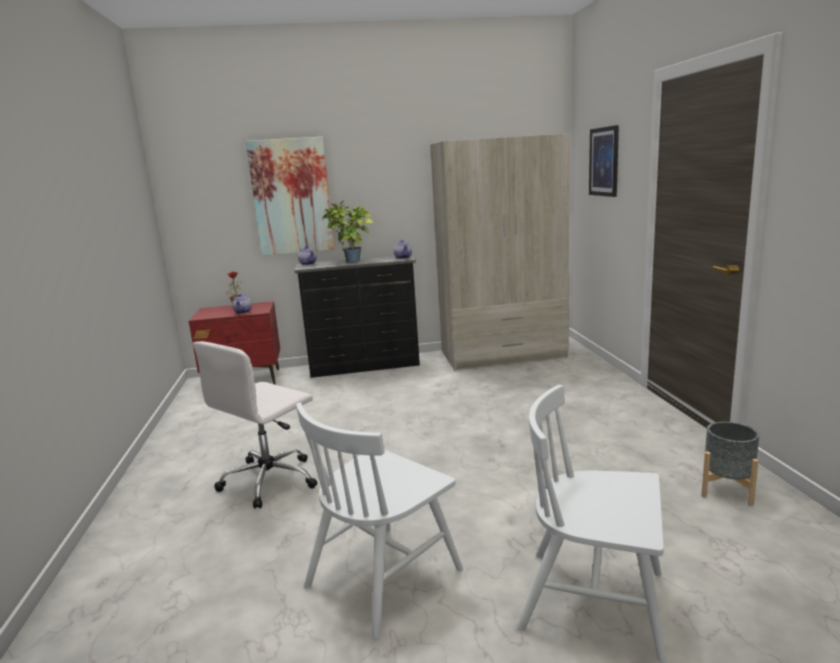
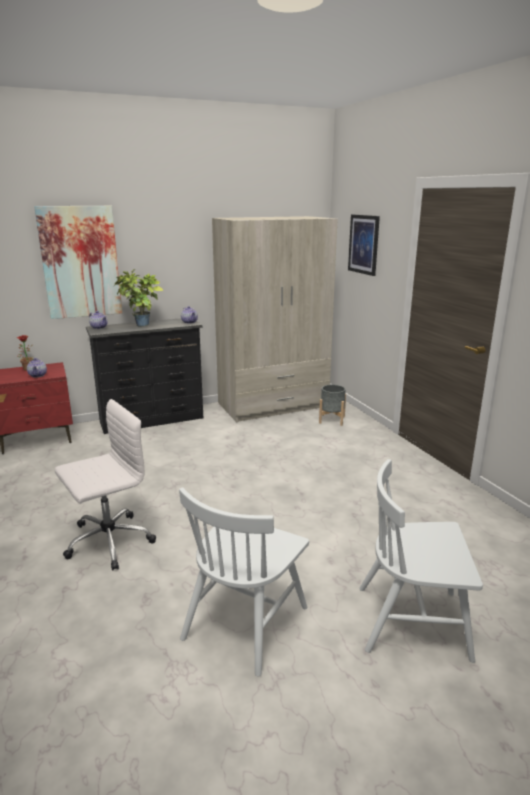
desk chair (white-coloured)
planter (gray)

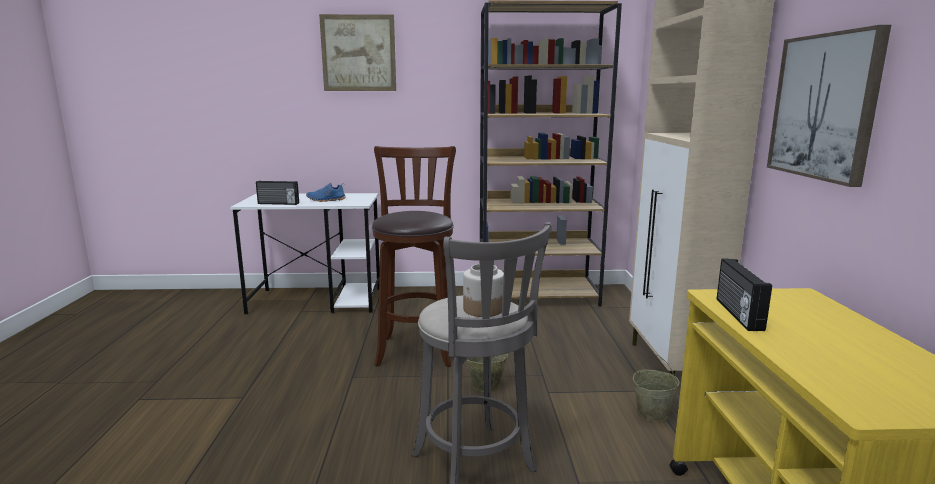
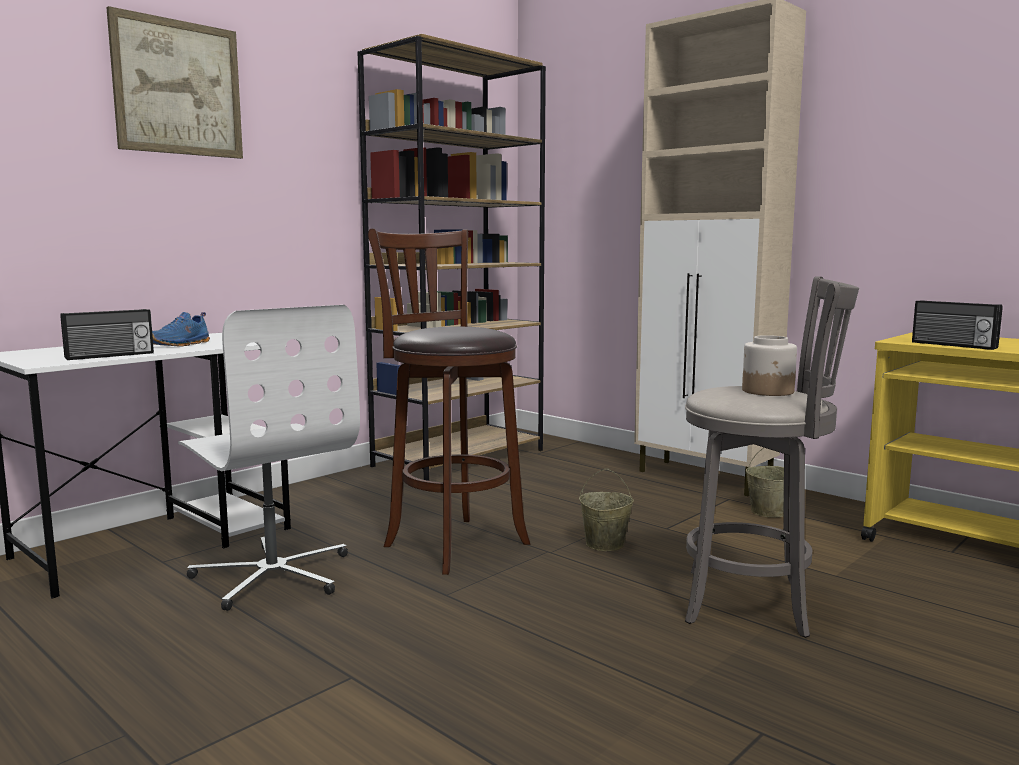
wall picture (no. 2 from left in the first image)
desk chair (white-coloured)

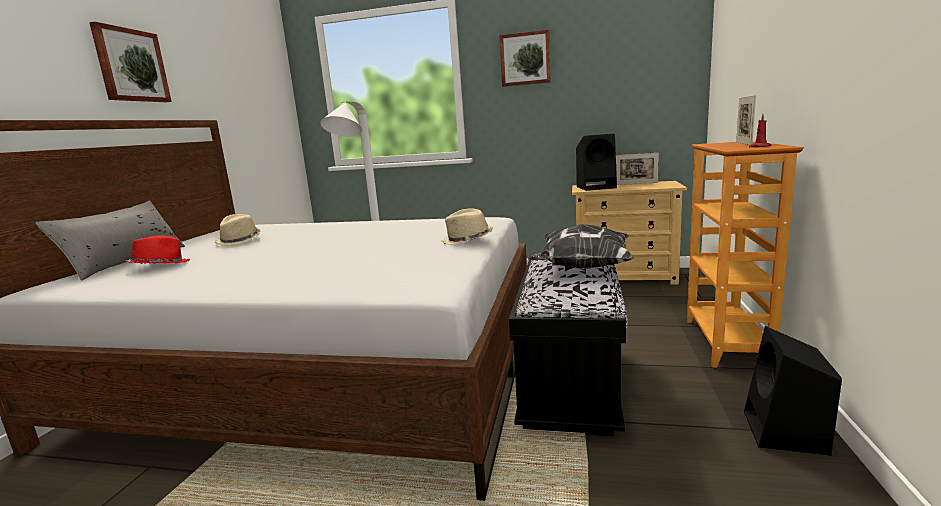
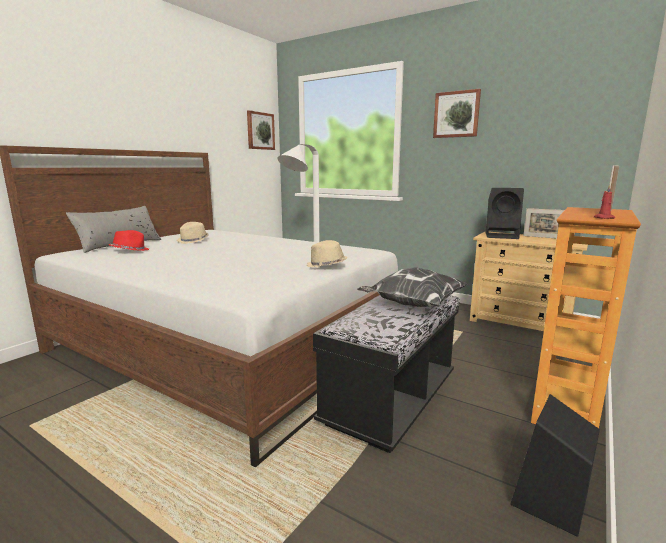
wall picture (no. 1 from left)

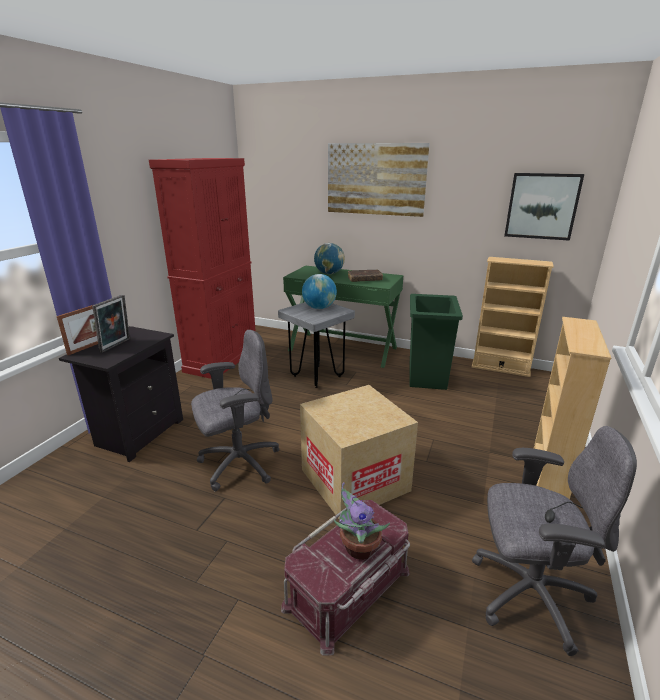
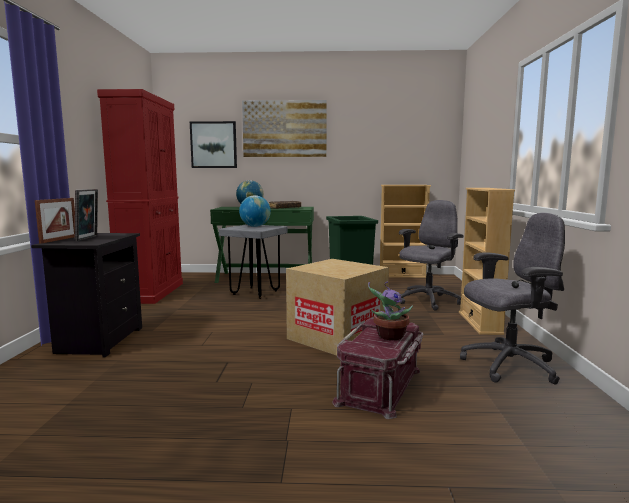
desk chair (gray) (no. 1 from left)
wall picture (no. 1 from left)

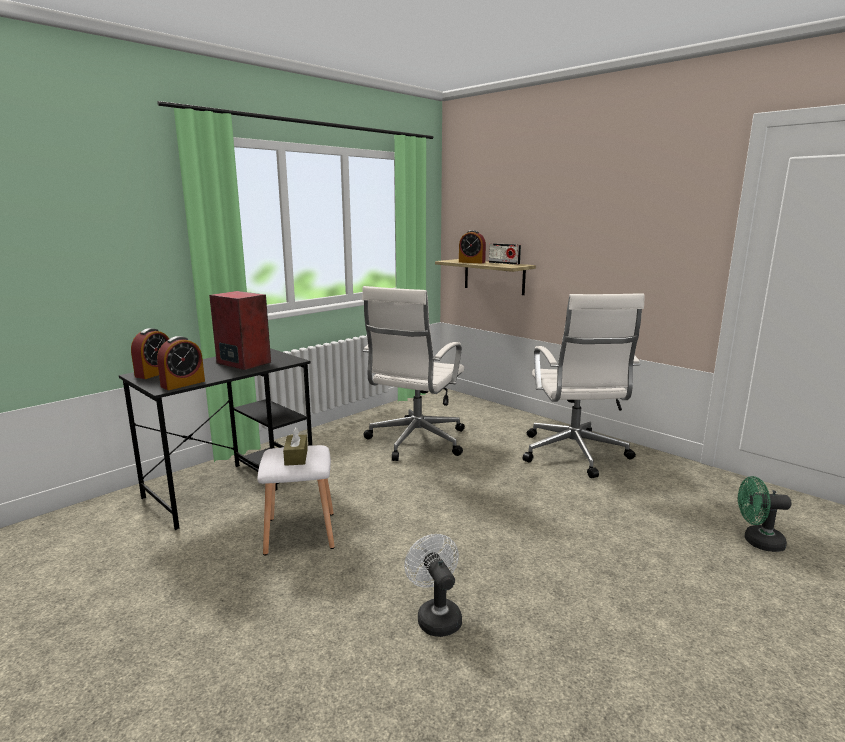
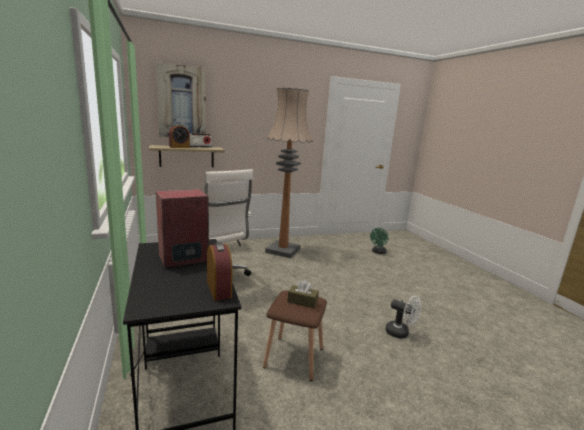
alarm clock (no. 1 from left in the first image)
stool seat (brownish)
electric fan (white-coloured)
standard lamp
wall picture

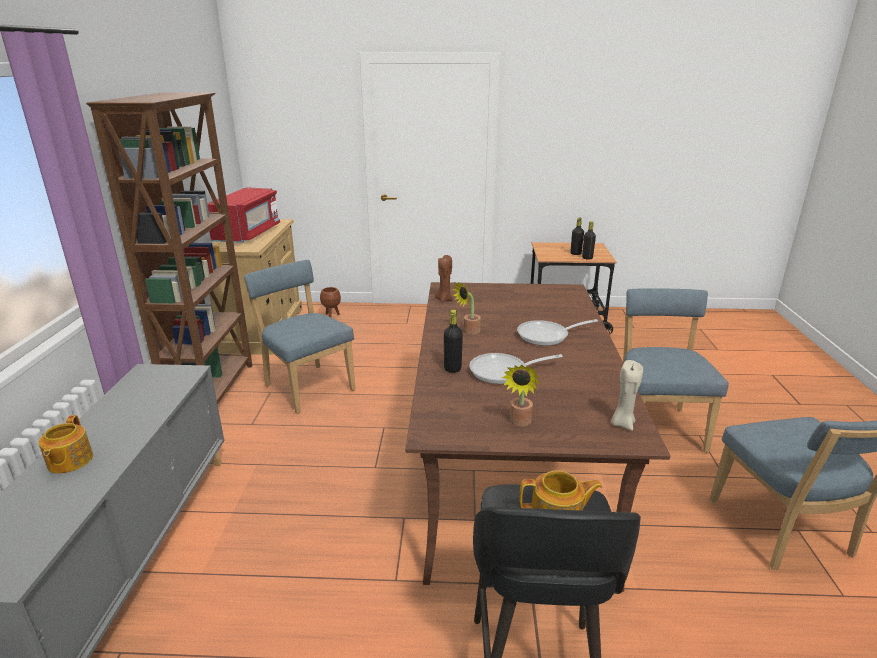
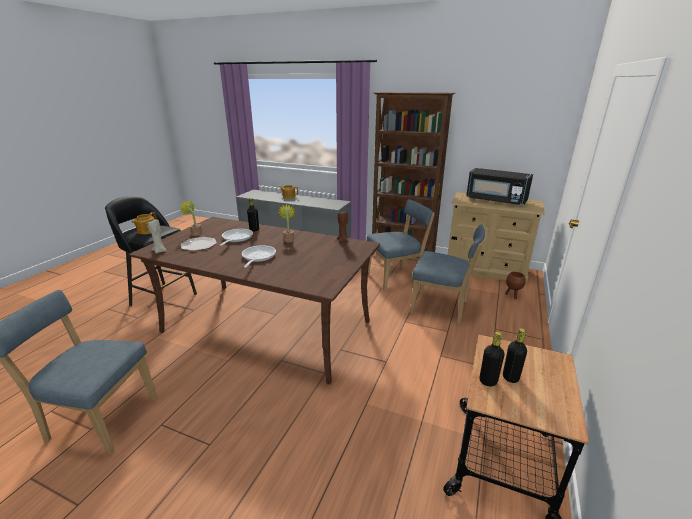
microwave (blackish)
upright chair (blue-coloured) (no. 3 from left)
plate

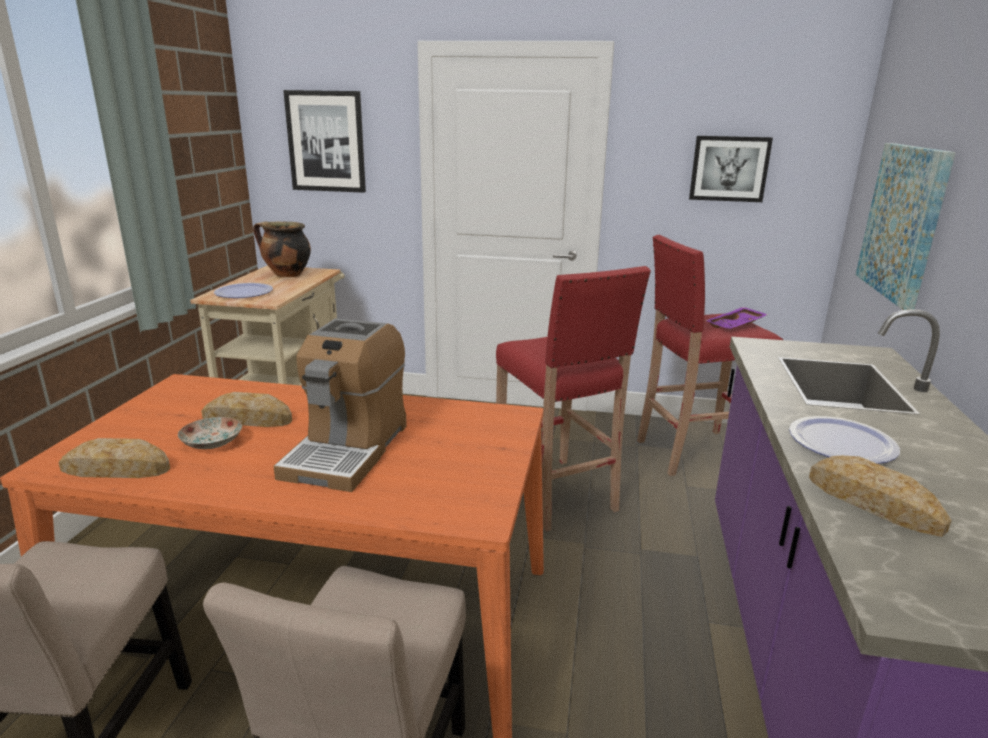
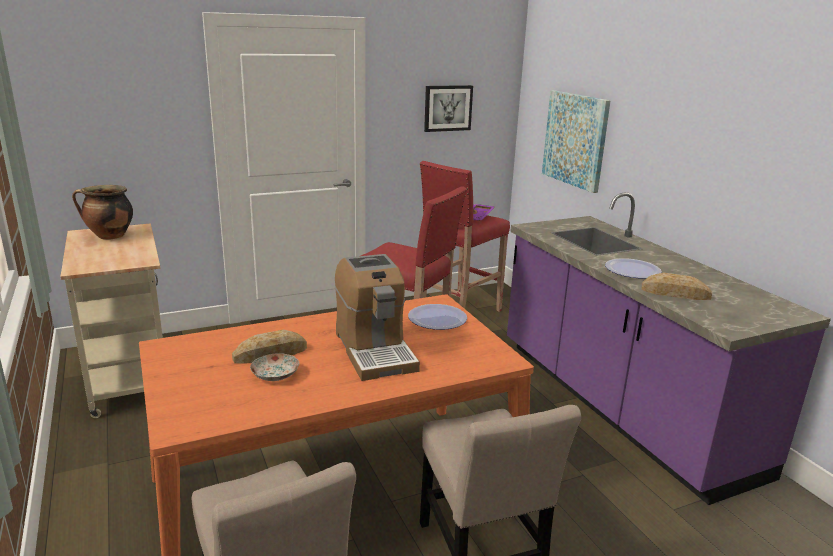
bread (no. 1 from left in the first image)
plate (no. 2 from left)
wall picture (no. 1 from left in the first image)

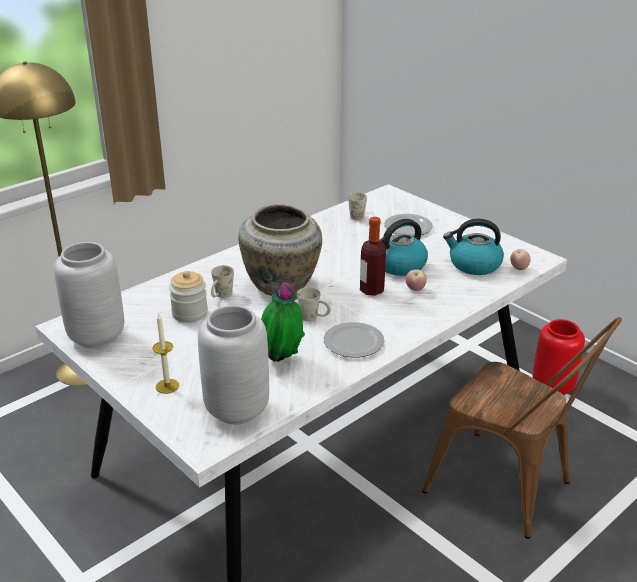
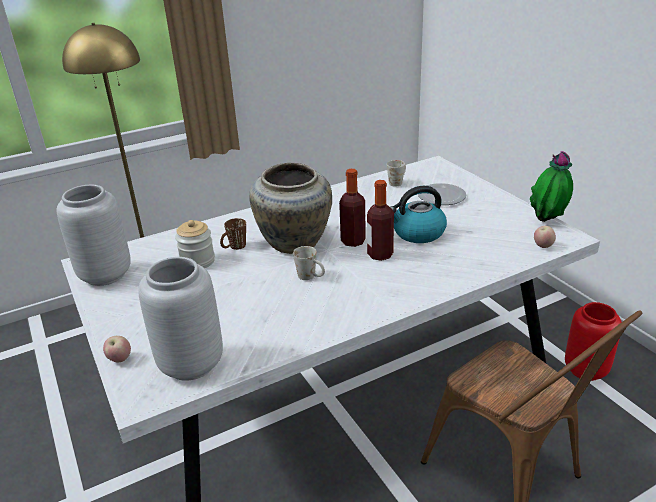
wax light
mug (brownish)
potted plant
plate (no. 1 from left in the first image)
whole apple (no. 1 from left)
water kettle (no. 2 from left in the first image)
bottle (no. 1 from left)

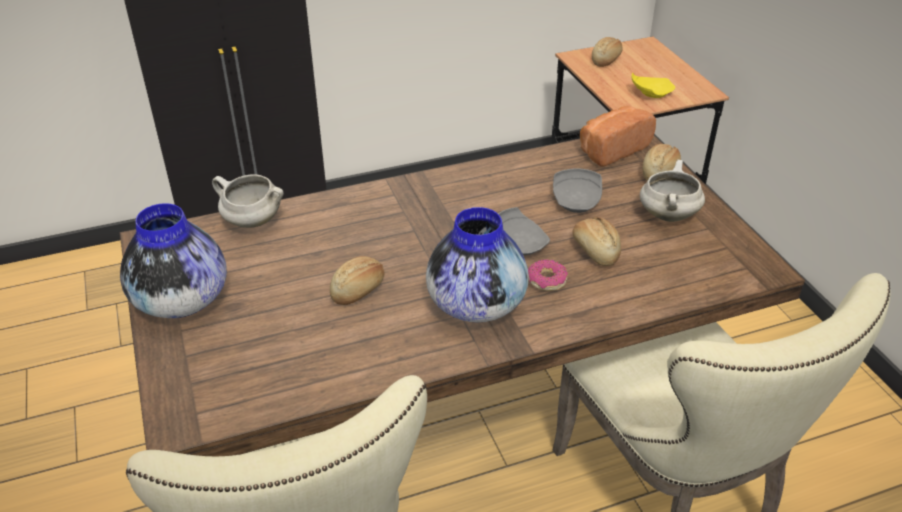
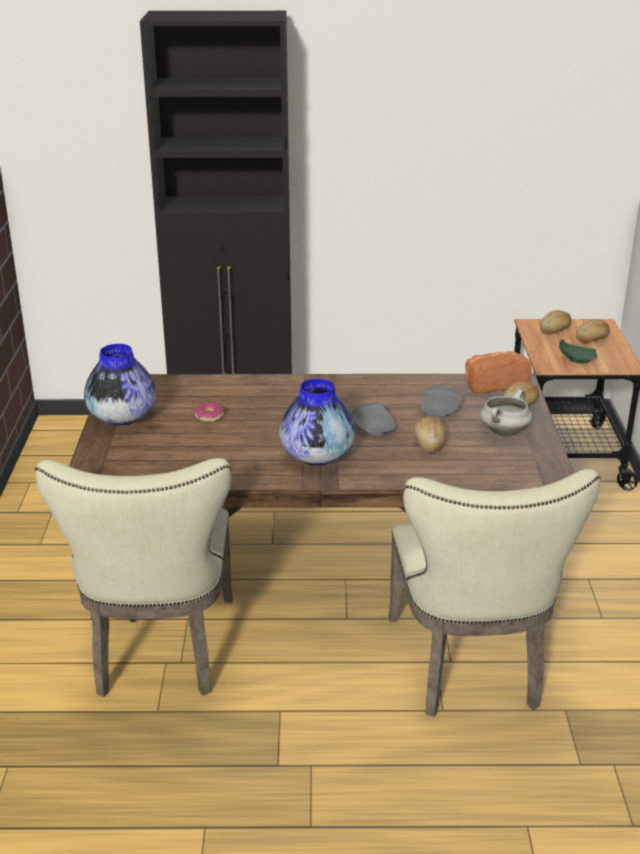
saucepot (white-coloured) (no. 1 from left in the first image)
bread (no. 5 from left)
doughnut
plate (green-coloured)

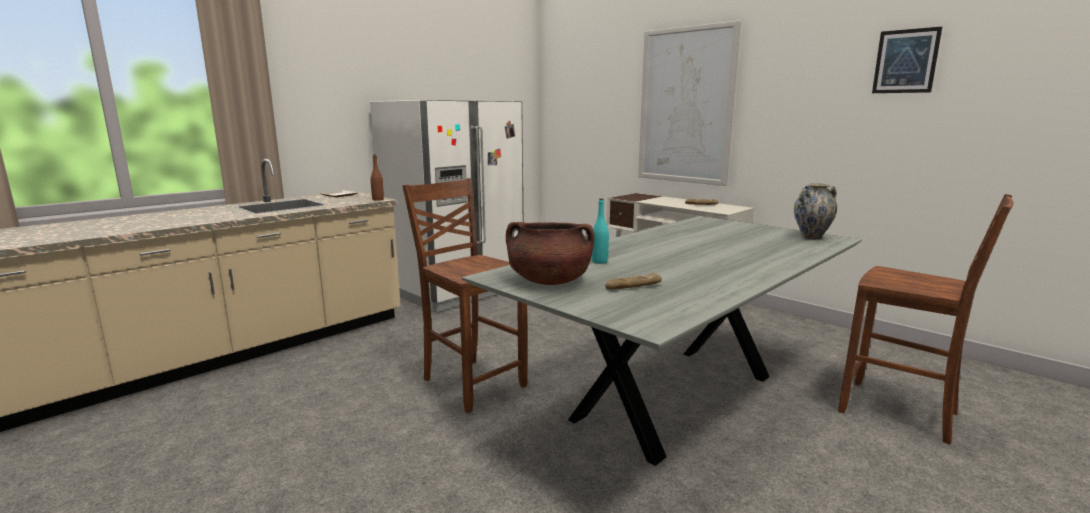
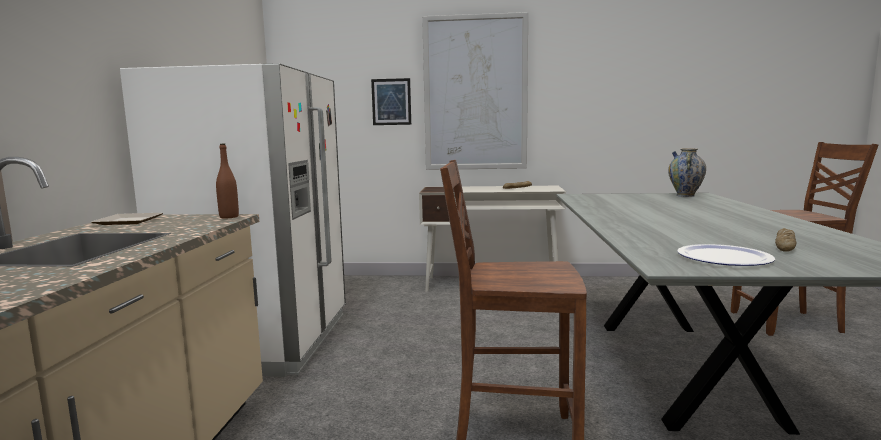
plate (no. 2 from left)
bottle (turquoise-coloured)
wall picture (no. 1 from left)

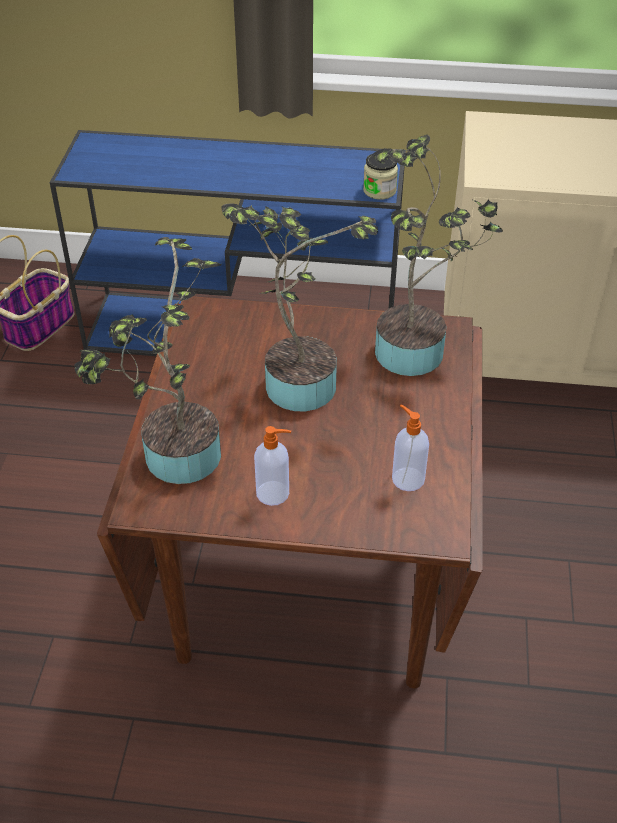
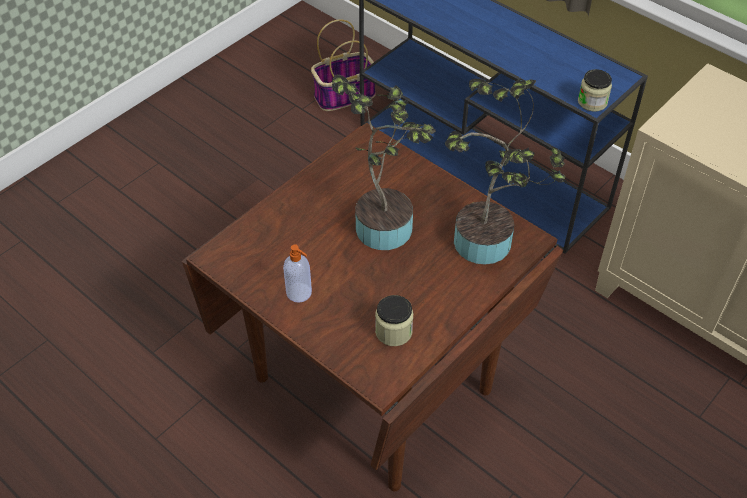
potted plant (no. 1 from left in the first image)
storage jar (no. 1 from left)

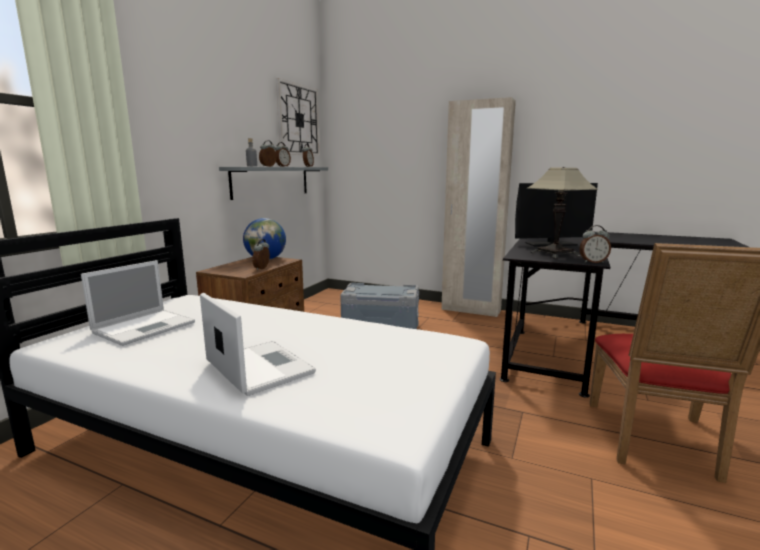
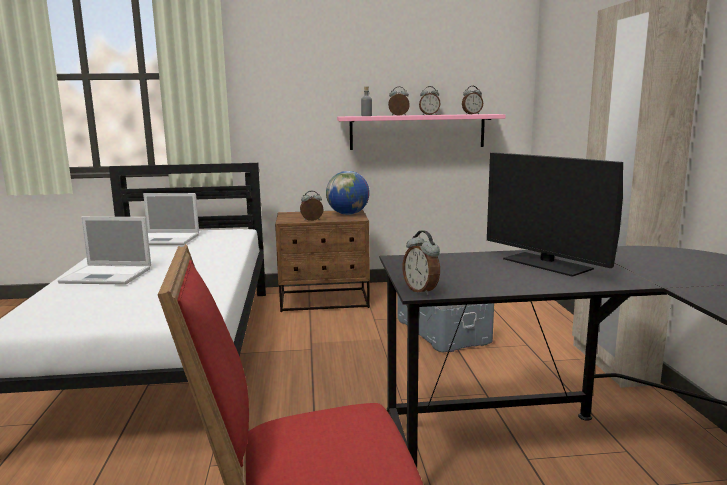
portable computer (no. 1 from left)
bracket shelf (pink-coloured)
hanging clock
table lamp

